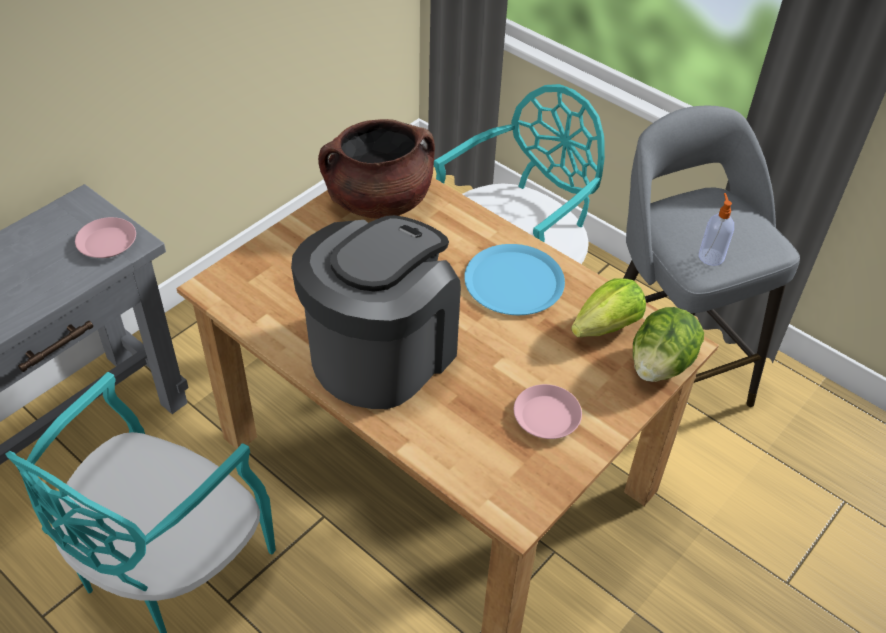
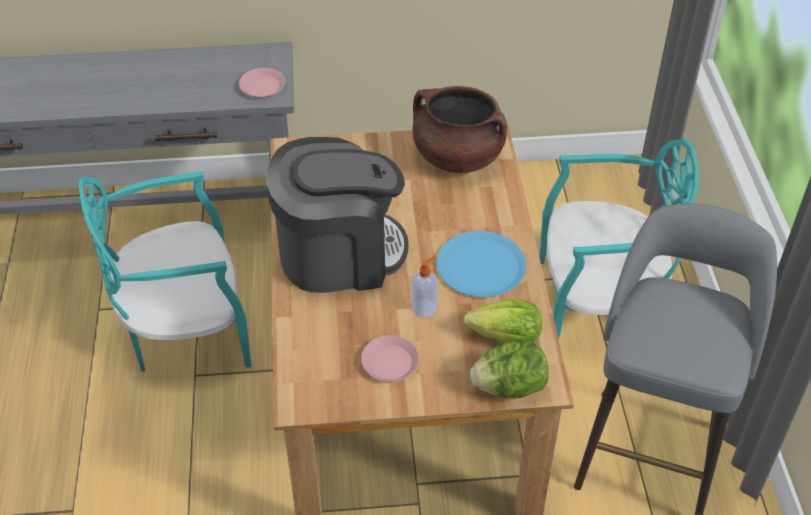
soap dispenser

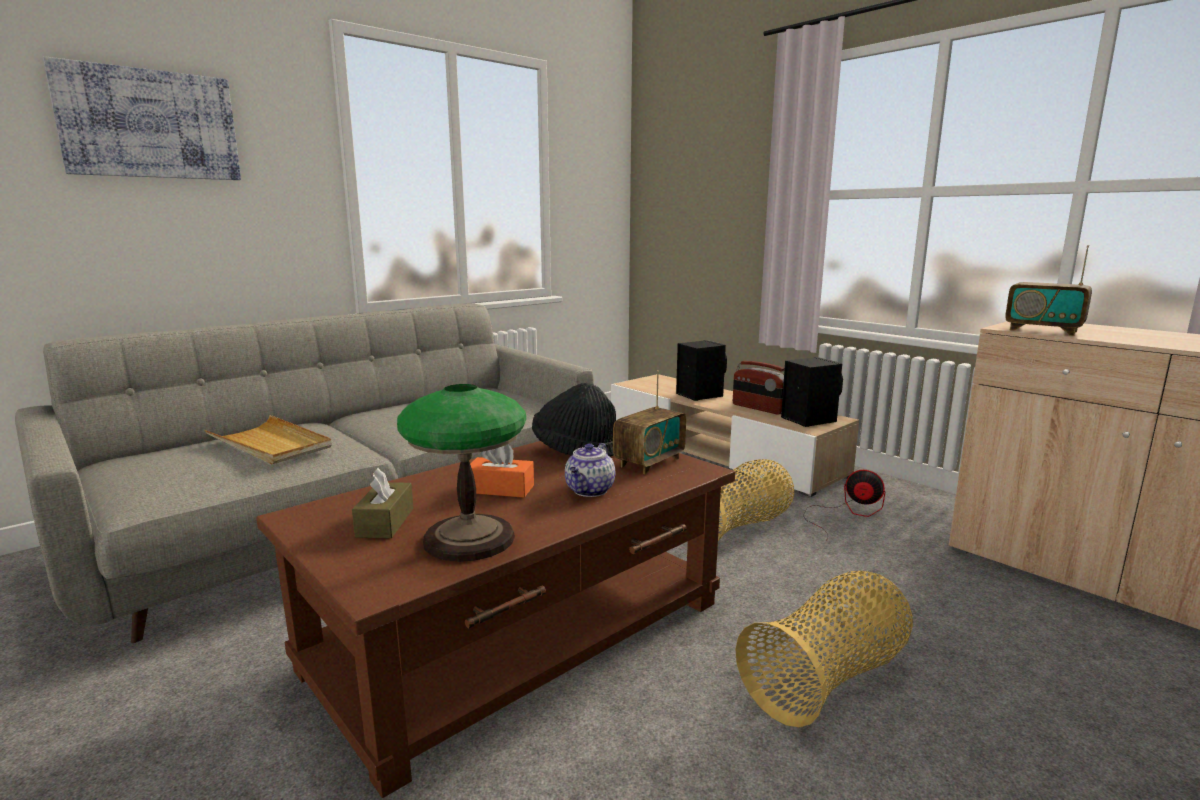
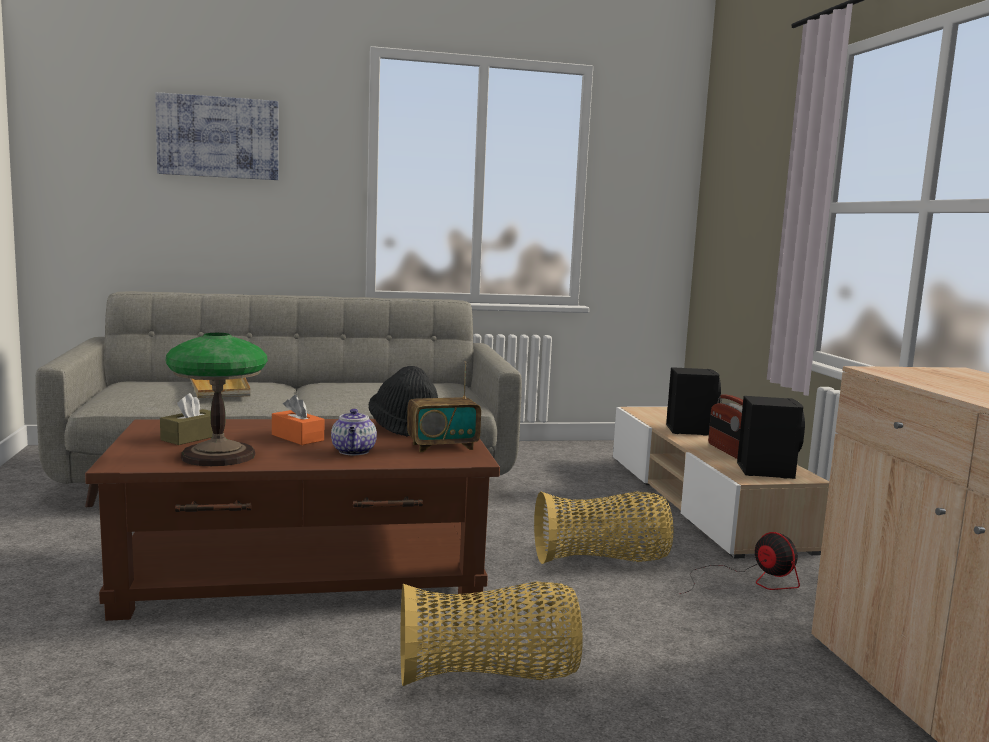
tea pot
radio (no. 3 from left in the first image)

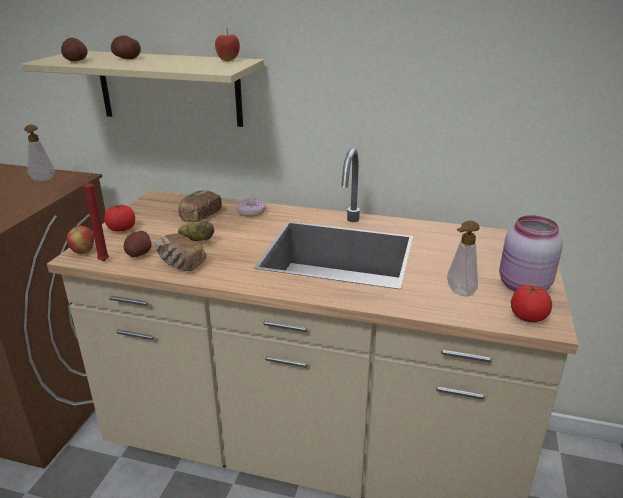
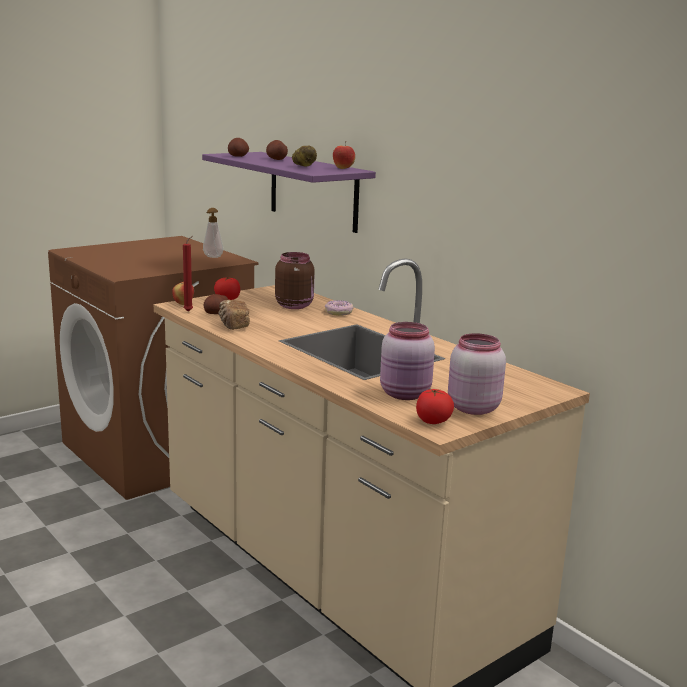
bracket shelf (purple)
storage jar (brownish)
spud (no. 4 from left)
storage jar (pink-coloured) (no. 1 from left)

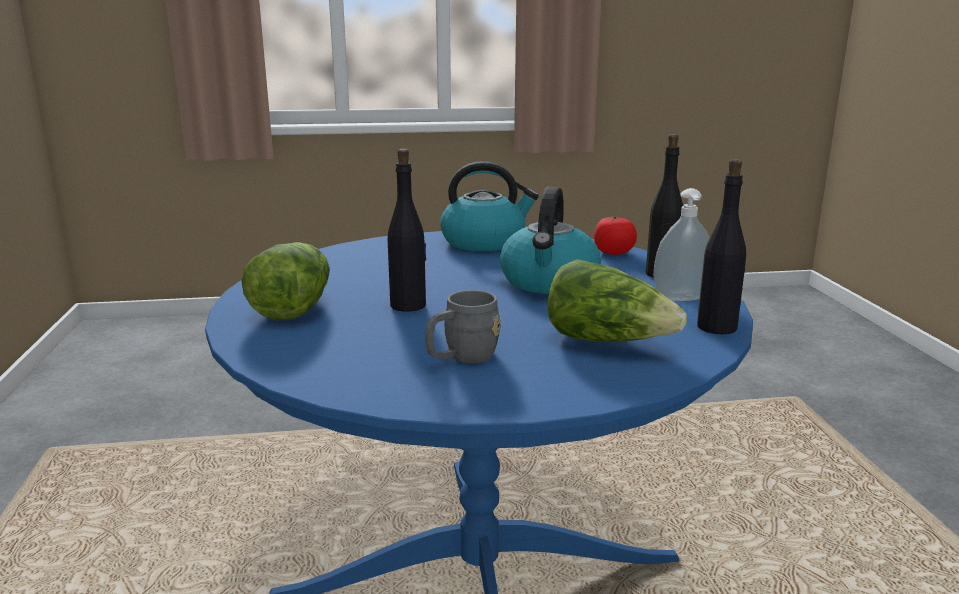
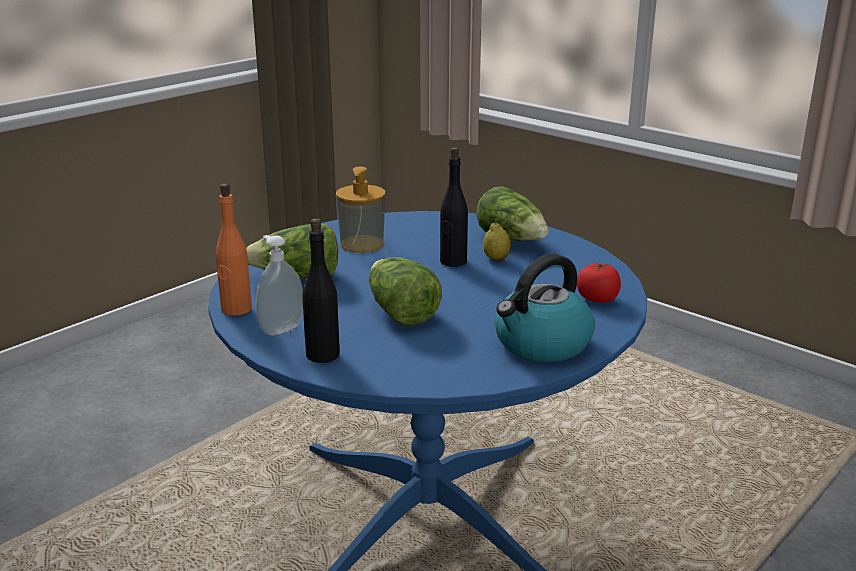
soap dispenser (no. 2 from left)
head of lettuce (no. 2 from left)
whole tomato
bottle (orange-coloured)
lemon

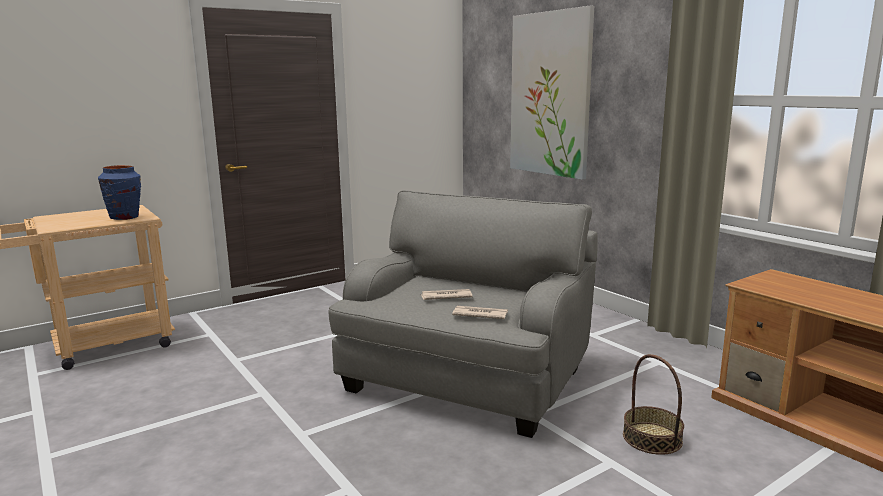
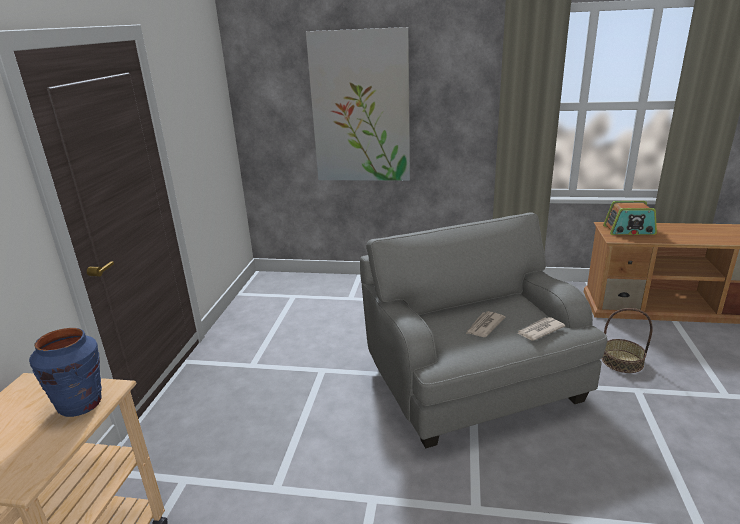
radio

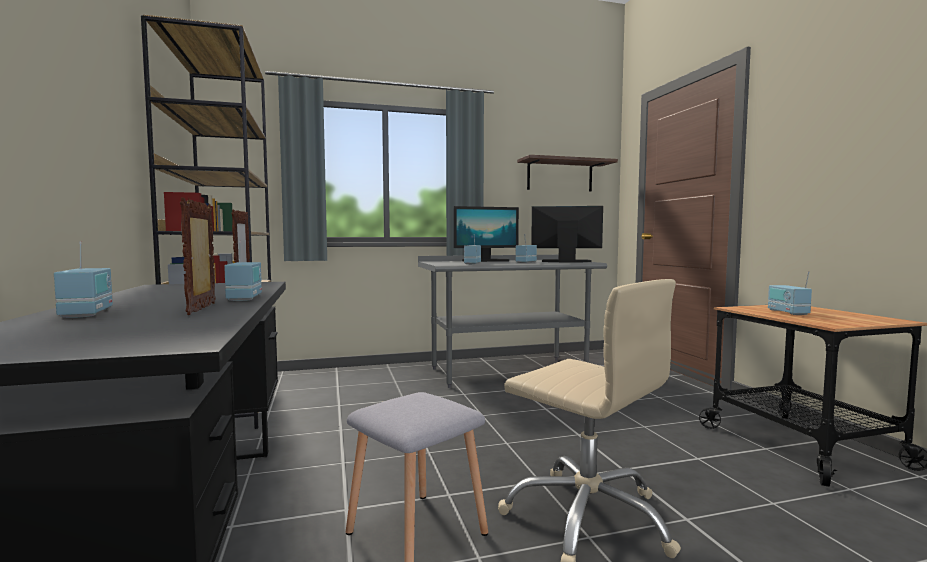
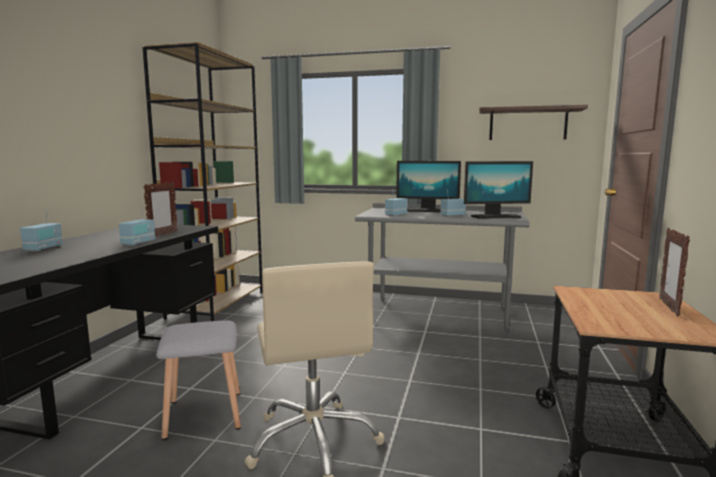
standing frame (no. 2 from left)
monitor (no. 2 from left)
radio (no. 5 from left in the first image)

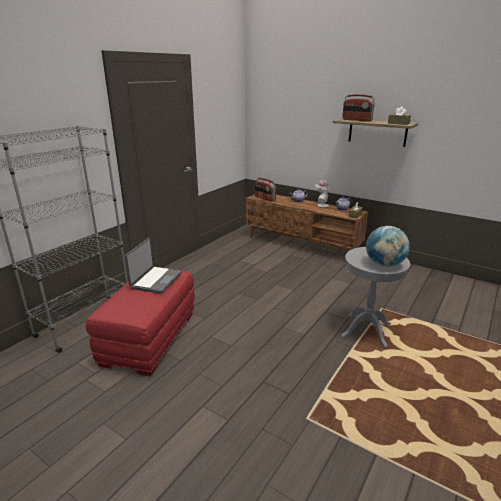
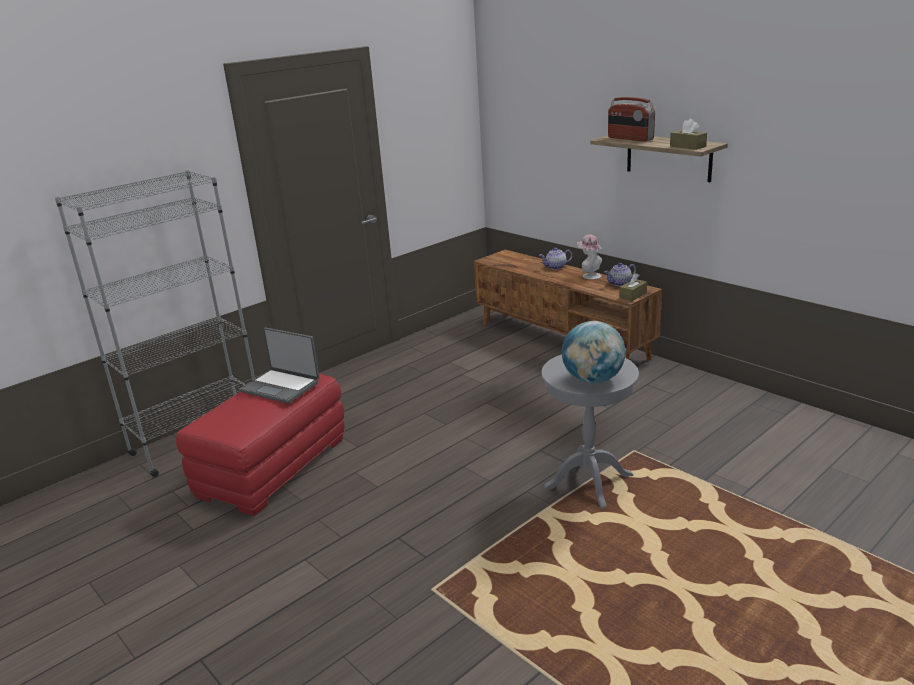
portable computer
radio (no. 1 from left in the first image)

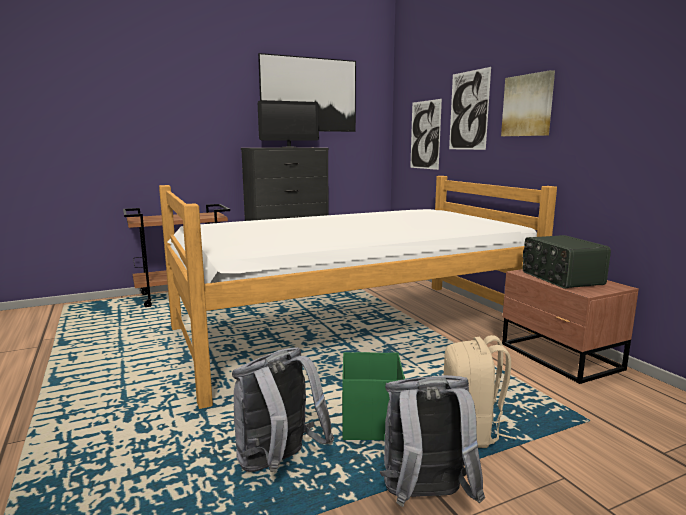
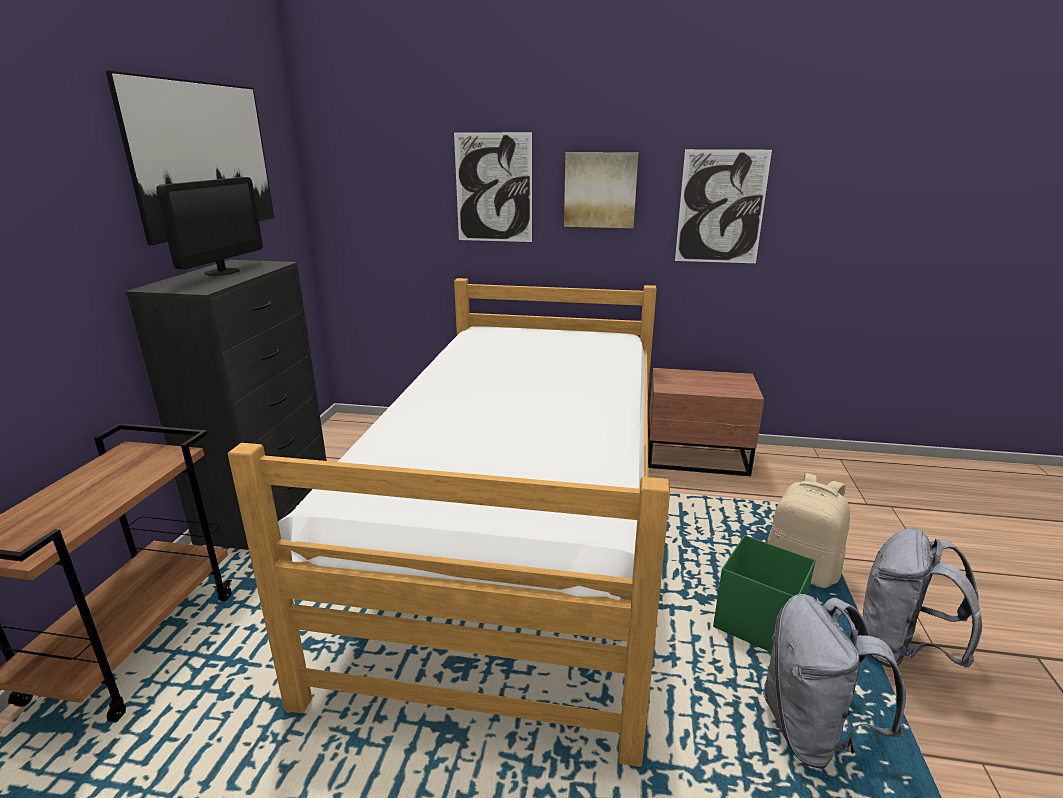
wall picture (no. 4 from left)
radio

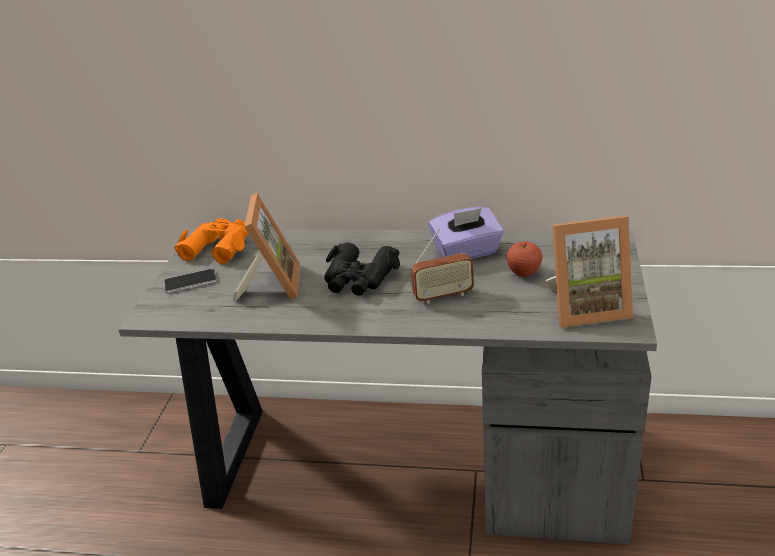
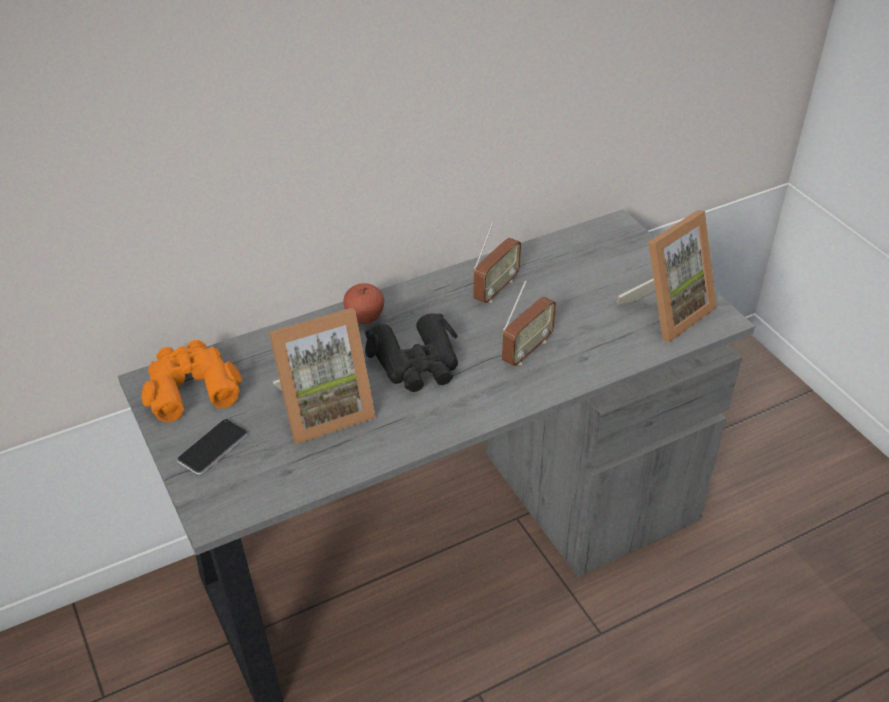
standing frame (no. 1 from left)
radio (no. 1 from left)
whole apple

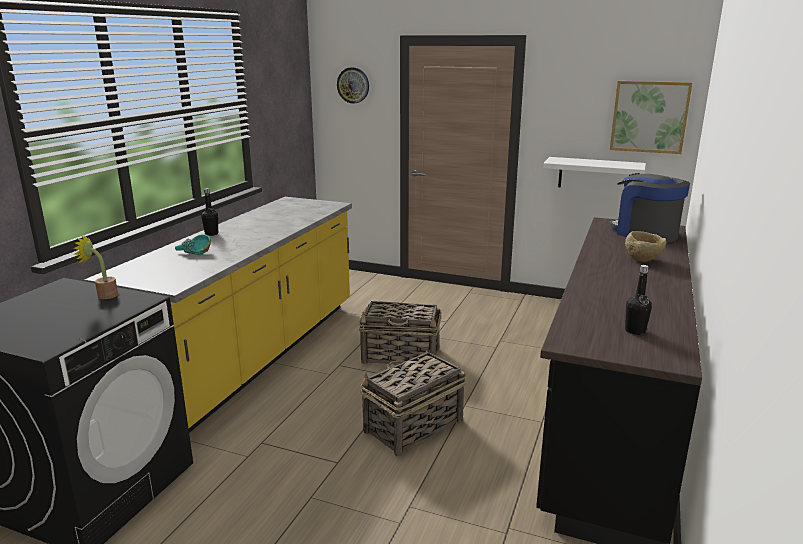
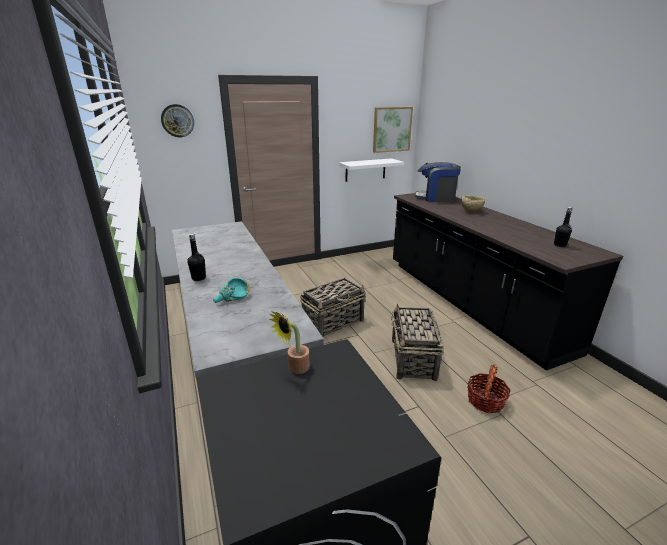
storage basket (no. 3 from left)

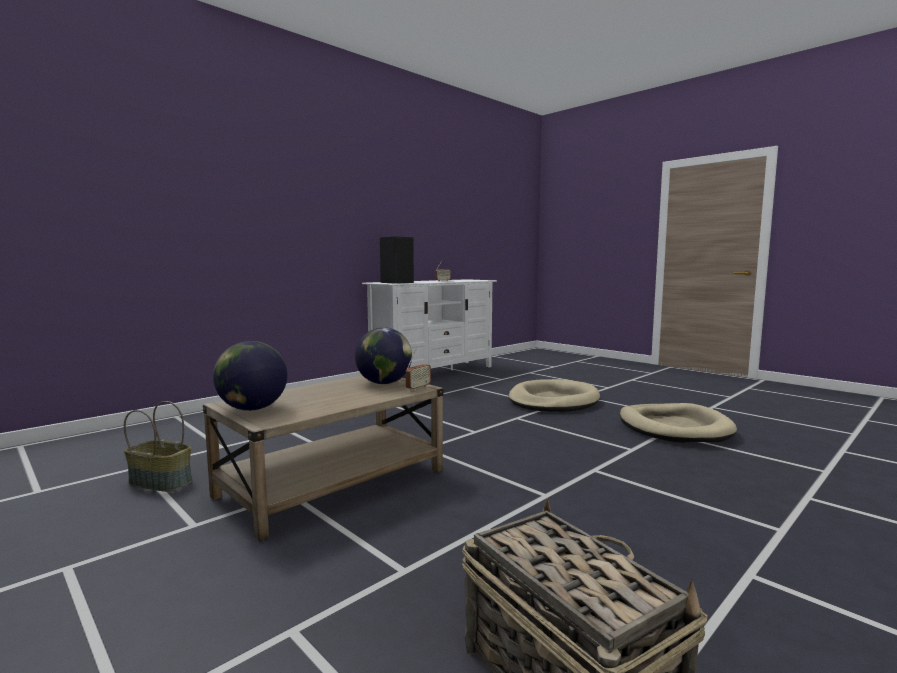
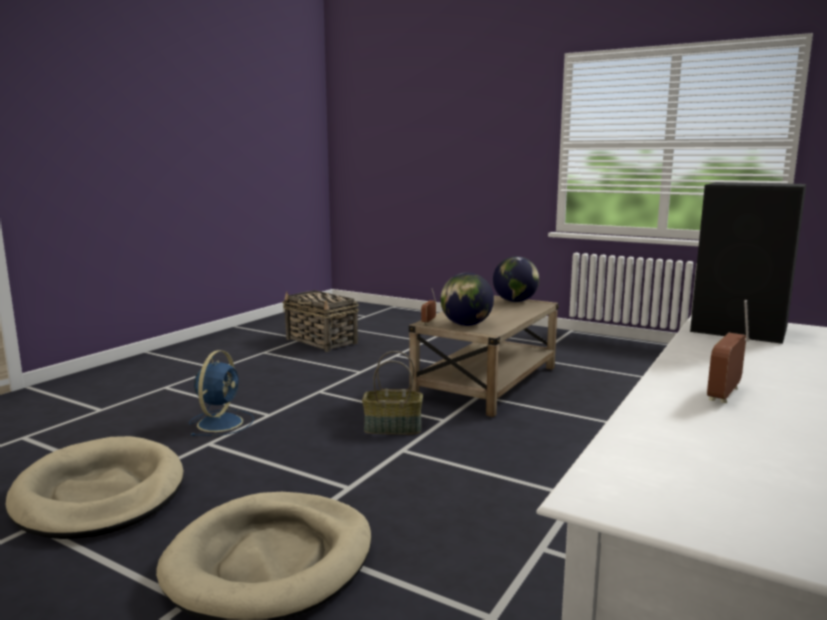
storage basket (no. 2 from left)
electric fan (blue-coloured)

